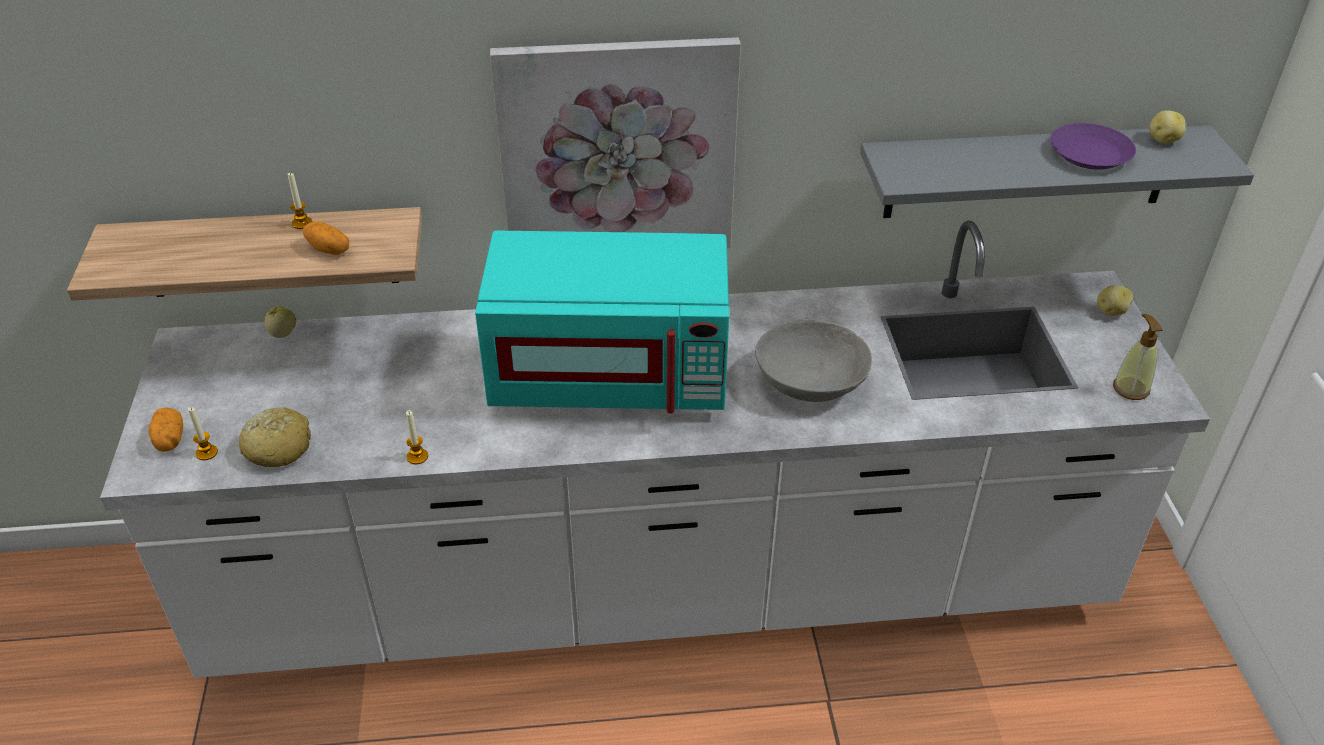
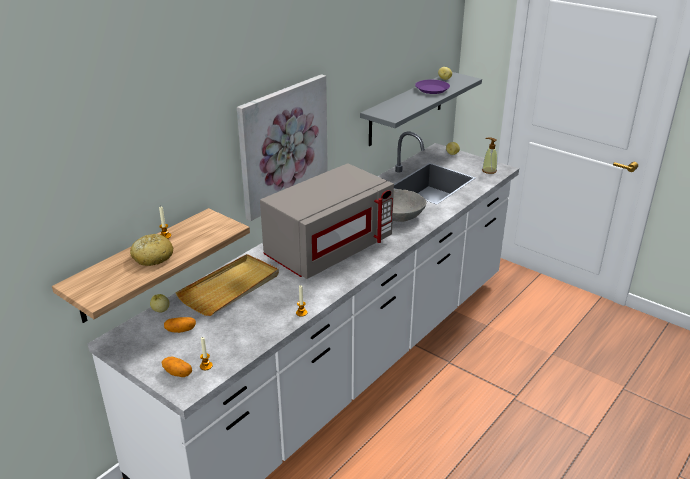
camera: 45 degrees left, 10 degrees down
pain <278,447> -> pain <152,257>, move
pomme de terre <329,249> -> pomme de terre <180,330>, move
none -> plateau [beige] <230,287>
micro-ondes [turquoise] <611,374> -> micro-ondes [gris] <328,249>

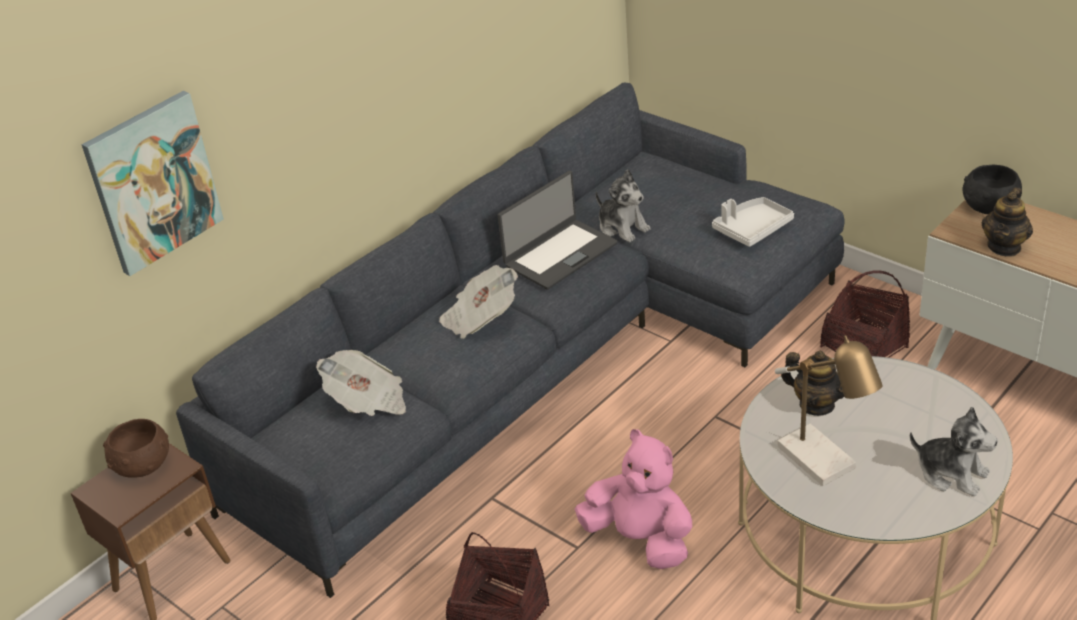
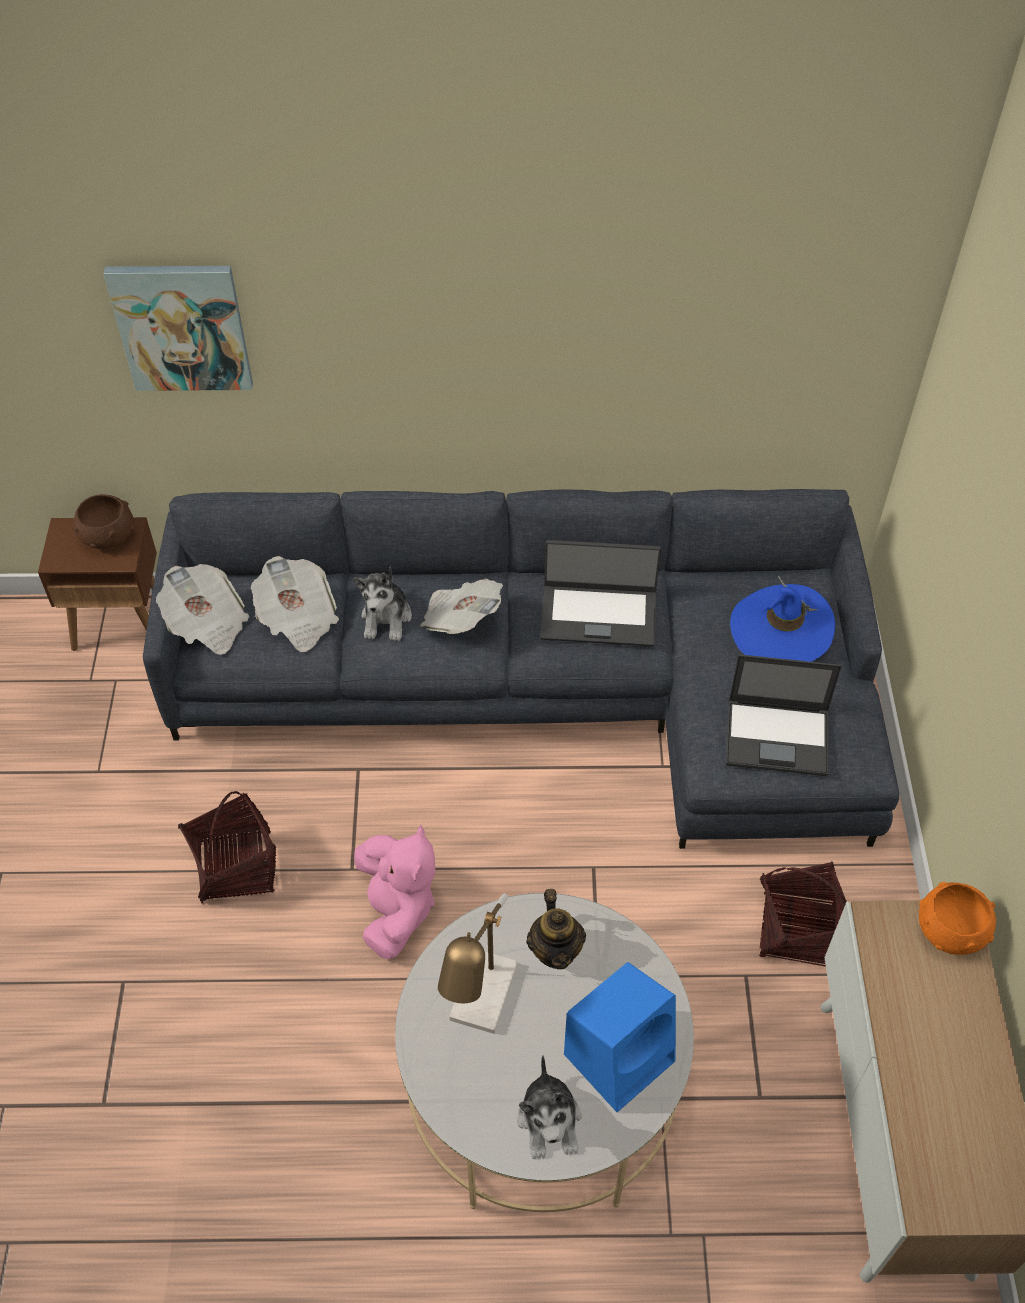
camera: 45 degrees right, 15 degrees up
none -> journal <207,623>
peluche <622,227> -> peluche <386,618>, move
none -> enceinte [bleu] <620,1055>
plateau [blanc] <752,229> -> ordinateur portable <778,737>
none -> chapeau [bleu] <781,629>
bol [noir] <988,207> -> bol [orange] <949,930>
théière <1004,247> -> none

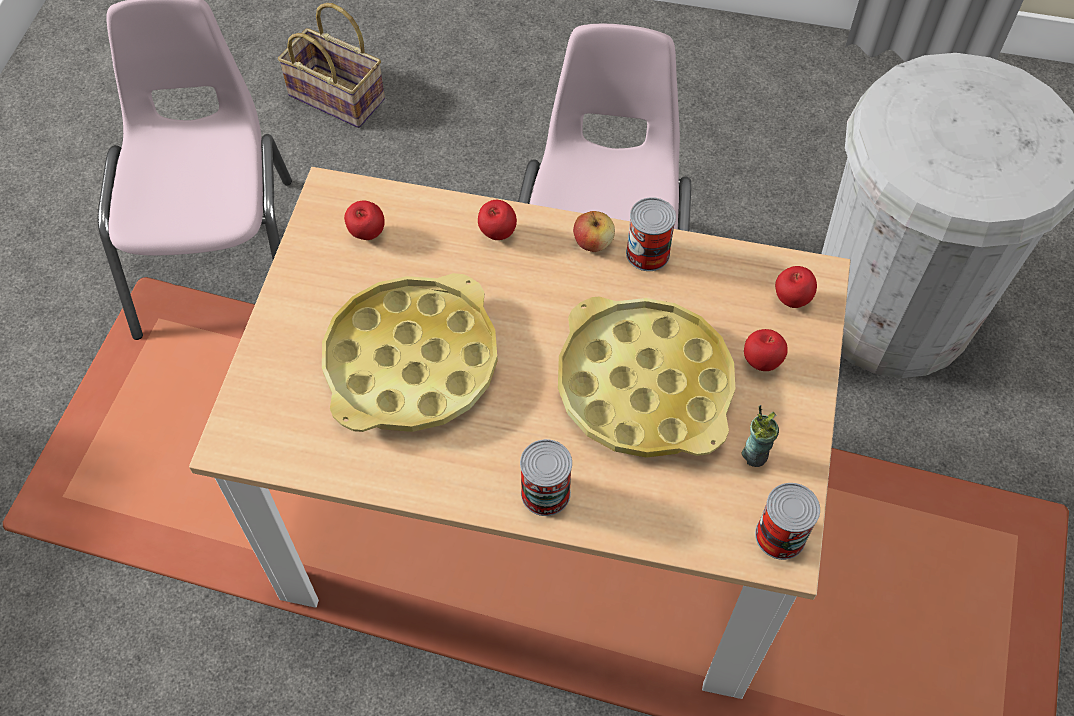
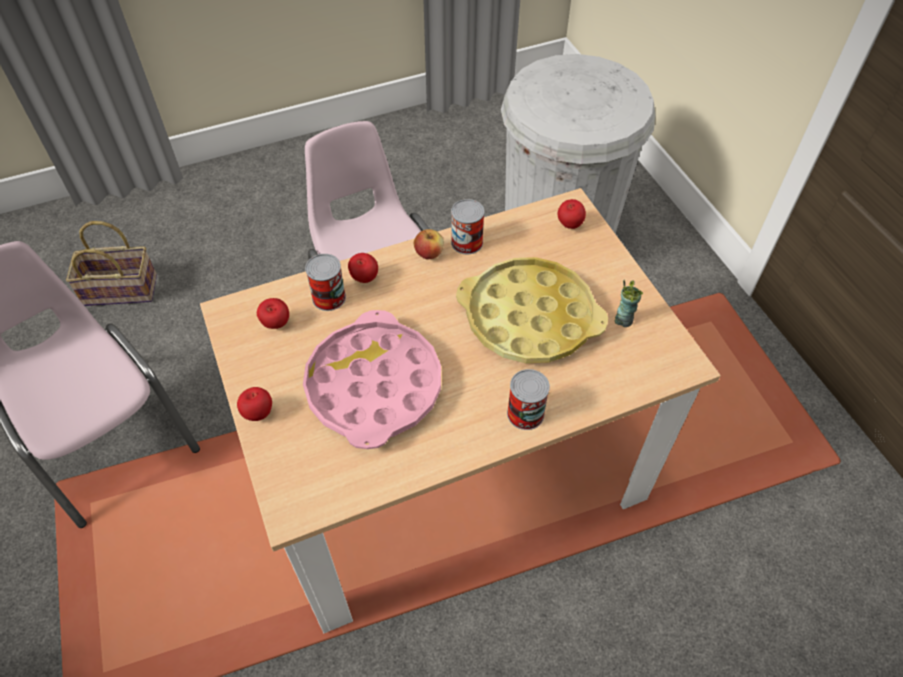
camera: 35 degrees left, 5 degrees down
pomme <761,362> -> pomme <258,413>, move
plateau [jaune] <411,362> -> plateau [rose] <373,386>
boîte métallique <780,535> -> boîte métallique <329,297>, move

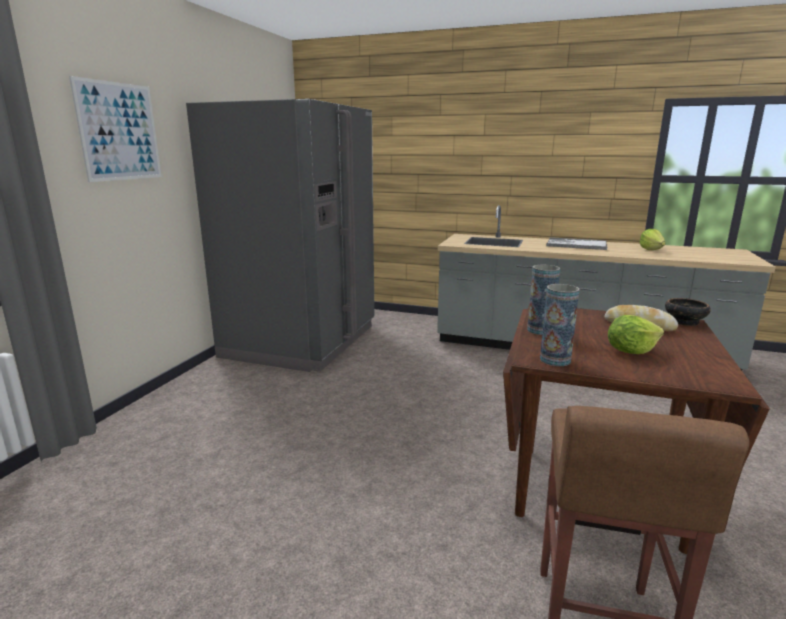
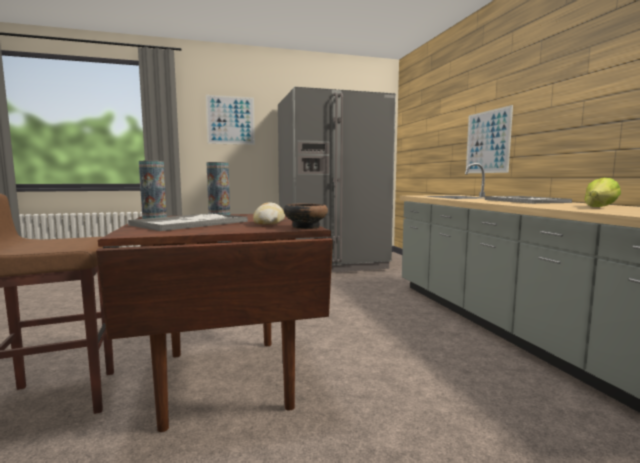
camera: 55 degrees right, 10 degrees down
laitue <630,351> -> plateau <191,223>
none -> tableau <487,142>

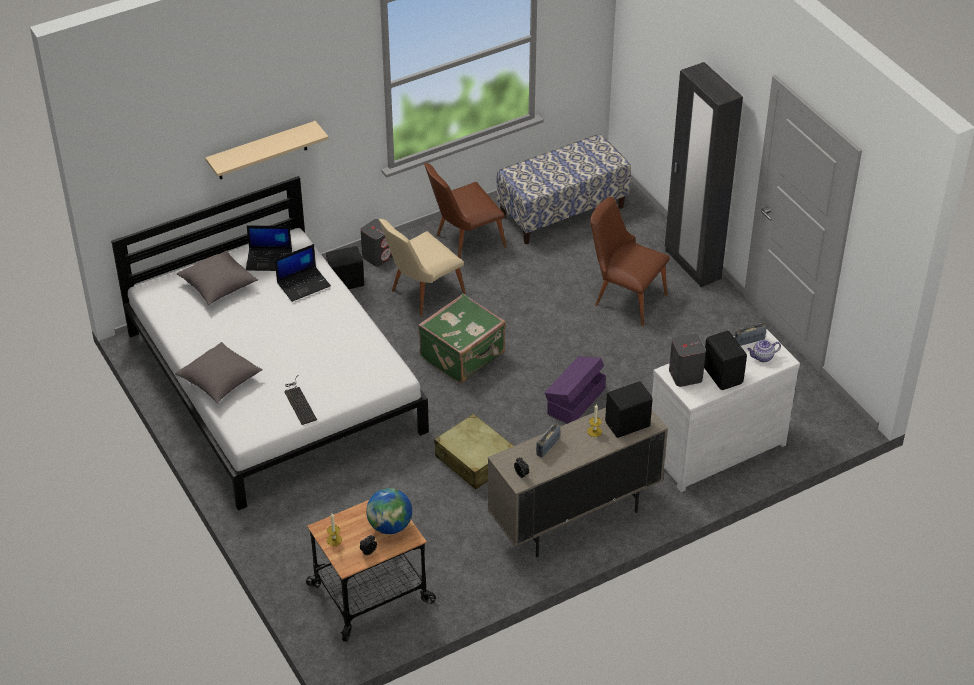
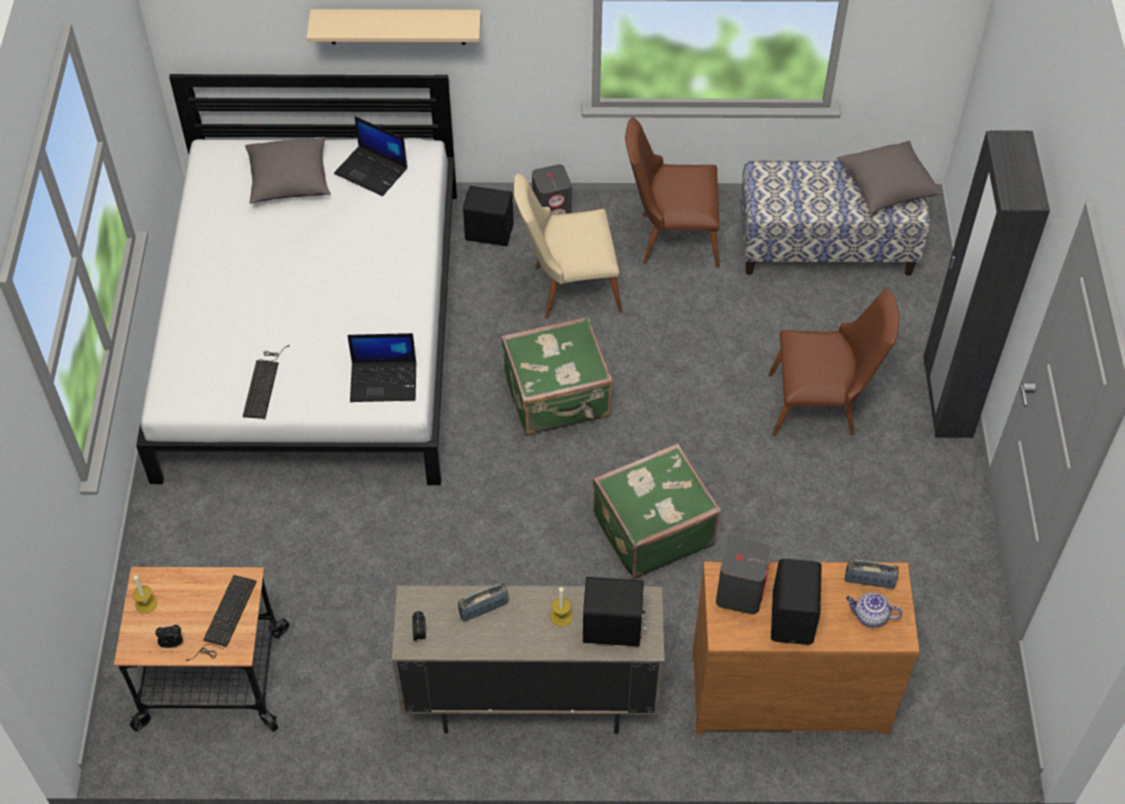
camera: 30 degrees right, 10 degrees up
globe <390,526> -> clavier <224,619>
ordinateur portable <304,284> -> ordinateur portable <384,381>, move
boîte de rangement [violet] <575,401> -> valise [vert] <651,529>
commode [blanc] <713,446> -> commode [marron] <787,686>
chaise [marron] <624,297> -> chaise [marron] <822,407>, 120 degrees clockwise
coussin [gris] <220,381> -> coussin [gris] <887,188>, move
valise [beige] <475,460> -> none

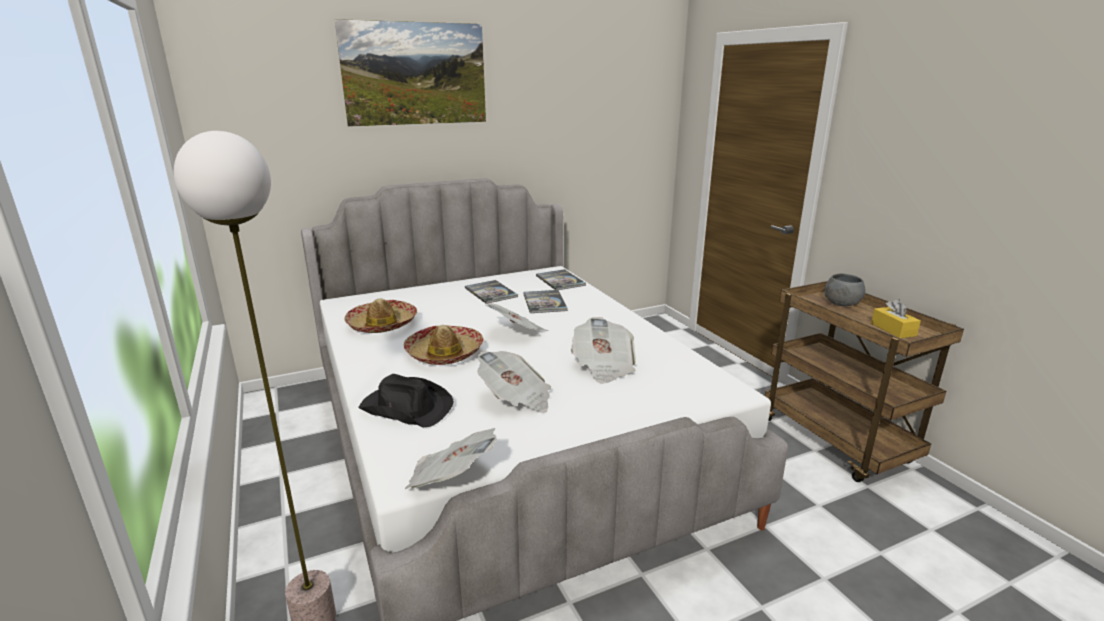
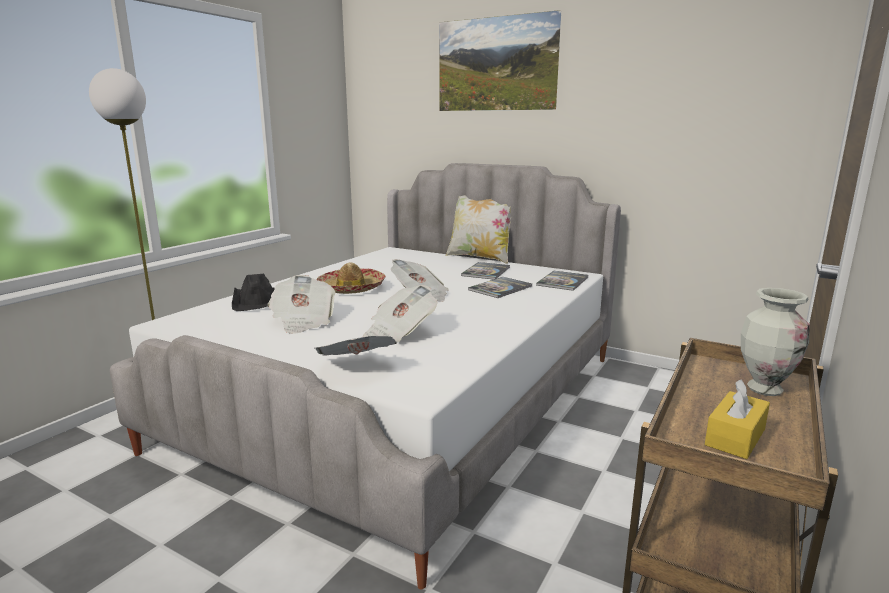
camera: 55 degrees right, 5 degrees down
journal <451,479> -> journal <357,367>, move
none -> coussin <480,257>
bol [gris] <841,304> -> vase <764,389>
chapeau <382,324> -> none

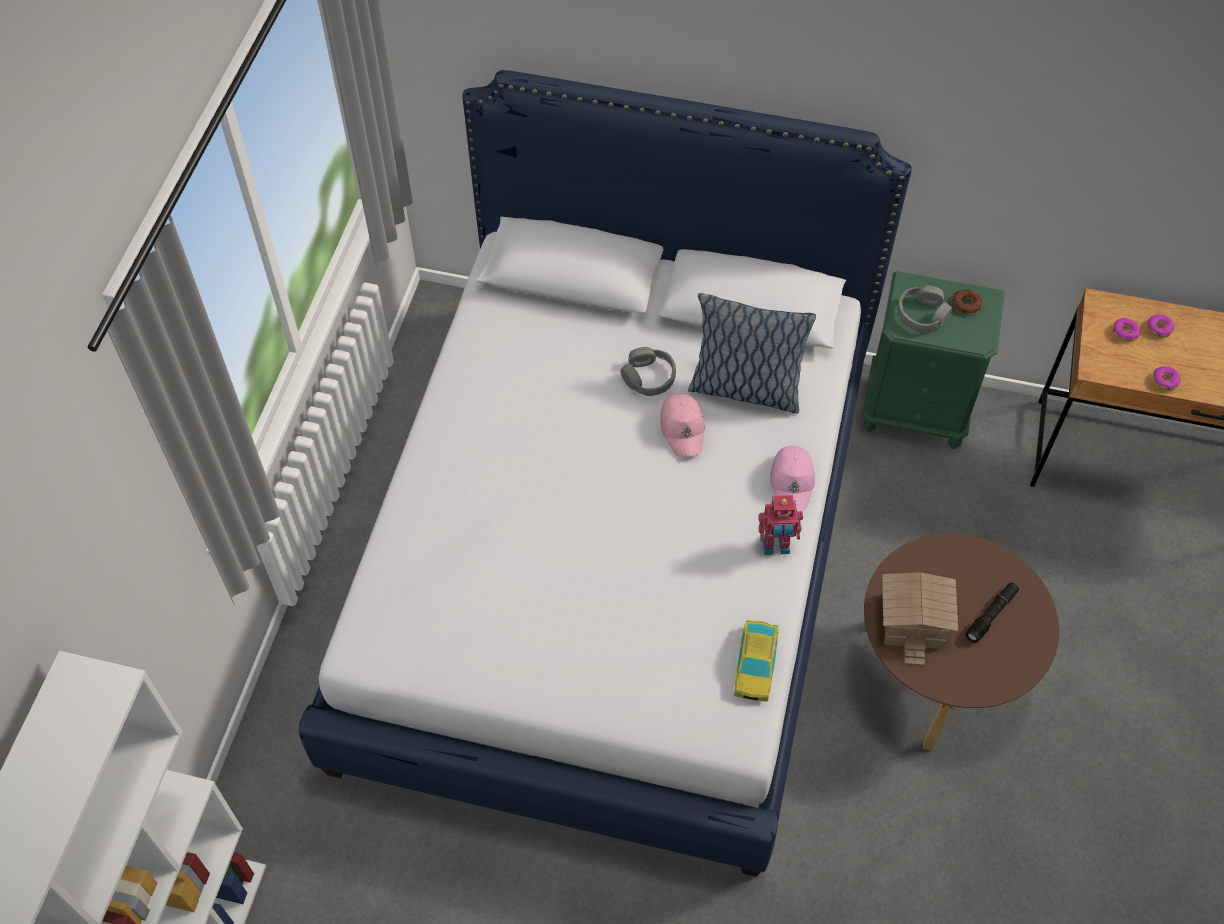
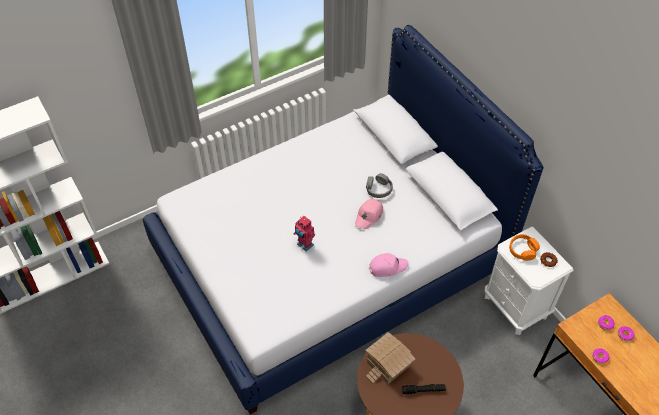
camera: 45 degrees right, 5 degrees down
robot jouet <776,546> -> robot jouet <304,245>, move
casquette [rose] <792,482> -> casquette [rose] <387,267>, 150 degrees counterclockwise
table de chevet [vert] <915,411> -> table de chevet [blanc] <515,307>
casque audio [gris] <922,314> -> casque audio [orange] <522,250>
coussin <744,389> -> none
petite voiture <756,664> -> none

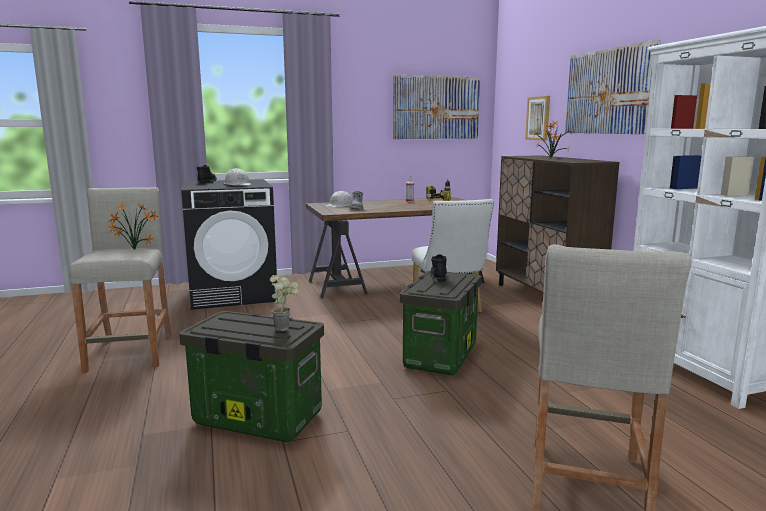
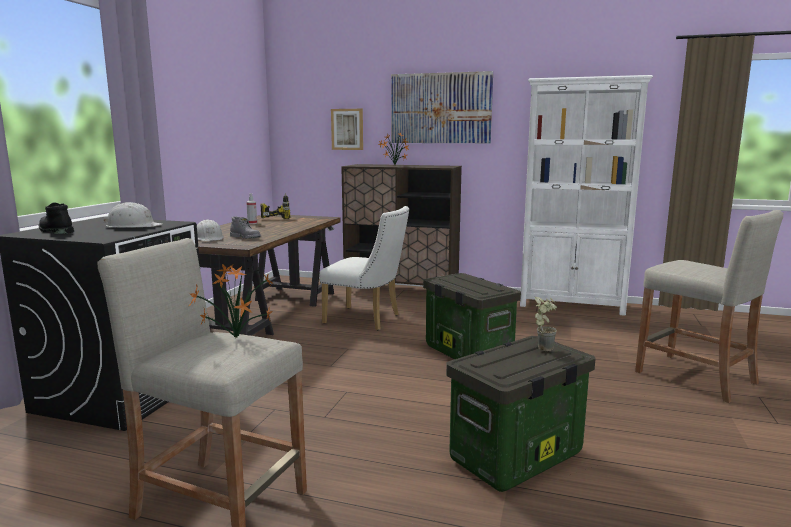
camera: 55 degrees left, 0 degrees up
tableau <436,107> -> none
botte [noir] <438,276> -> none

